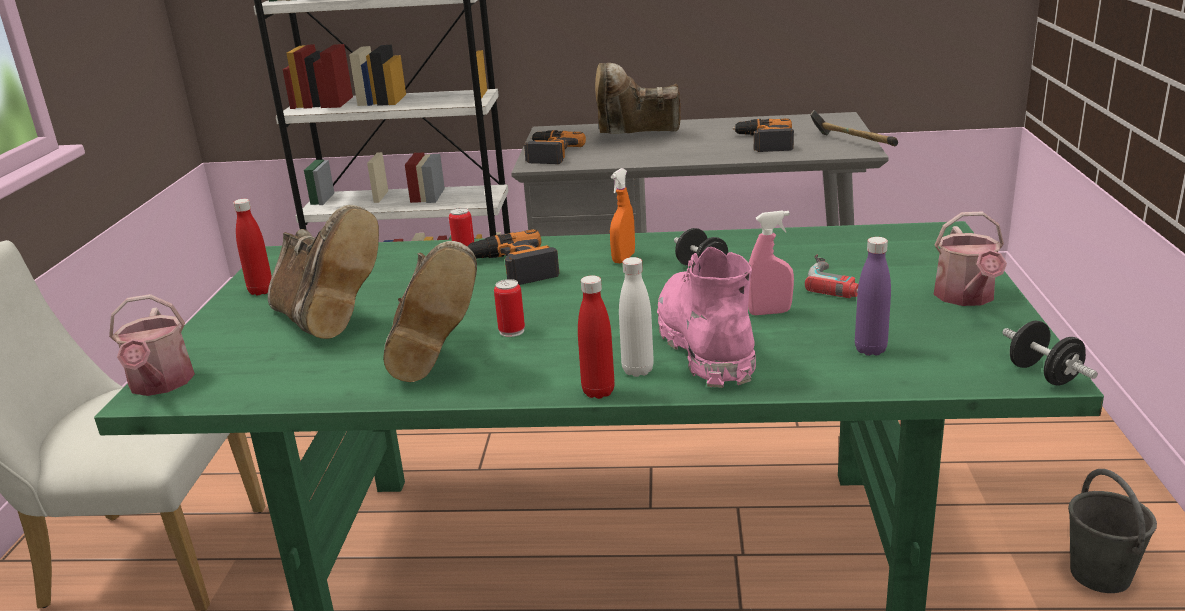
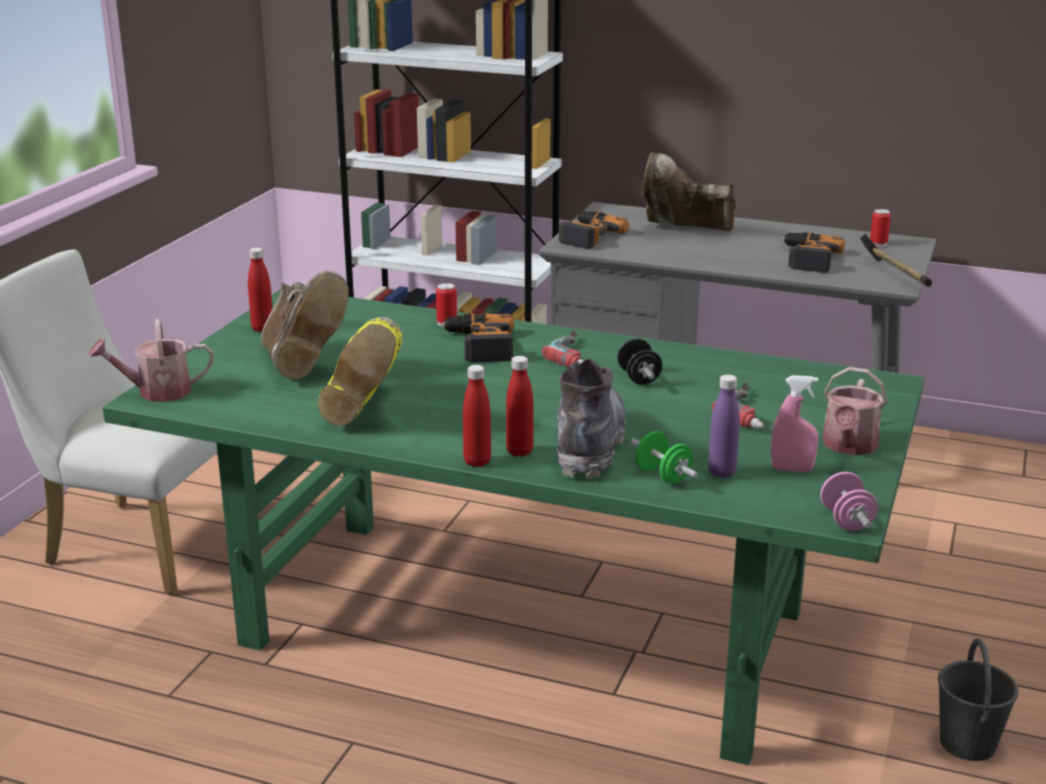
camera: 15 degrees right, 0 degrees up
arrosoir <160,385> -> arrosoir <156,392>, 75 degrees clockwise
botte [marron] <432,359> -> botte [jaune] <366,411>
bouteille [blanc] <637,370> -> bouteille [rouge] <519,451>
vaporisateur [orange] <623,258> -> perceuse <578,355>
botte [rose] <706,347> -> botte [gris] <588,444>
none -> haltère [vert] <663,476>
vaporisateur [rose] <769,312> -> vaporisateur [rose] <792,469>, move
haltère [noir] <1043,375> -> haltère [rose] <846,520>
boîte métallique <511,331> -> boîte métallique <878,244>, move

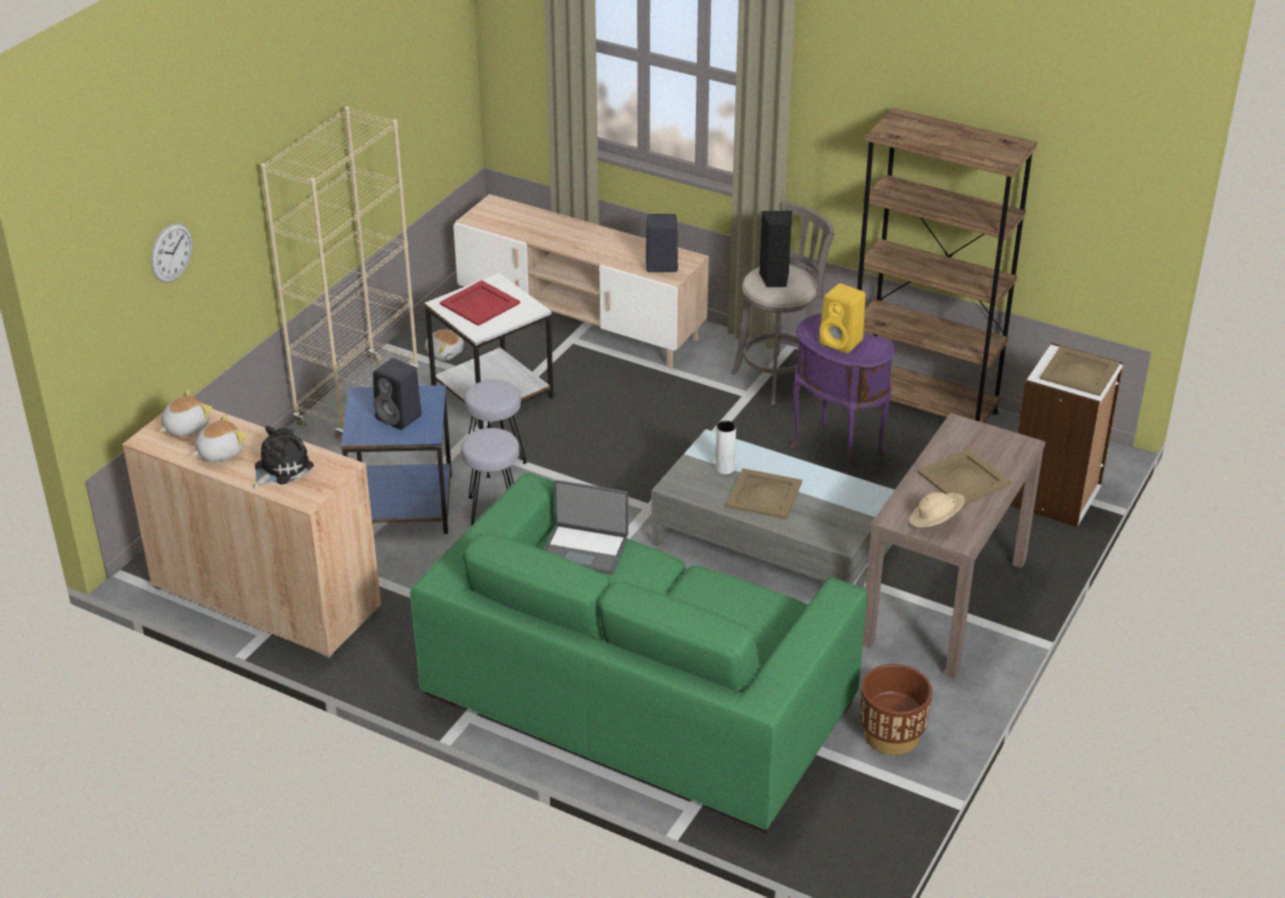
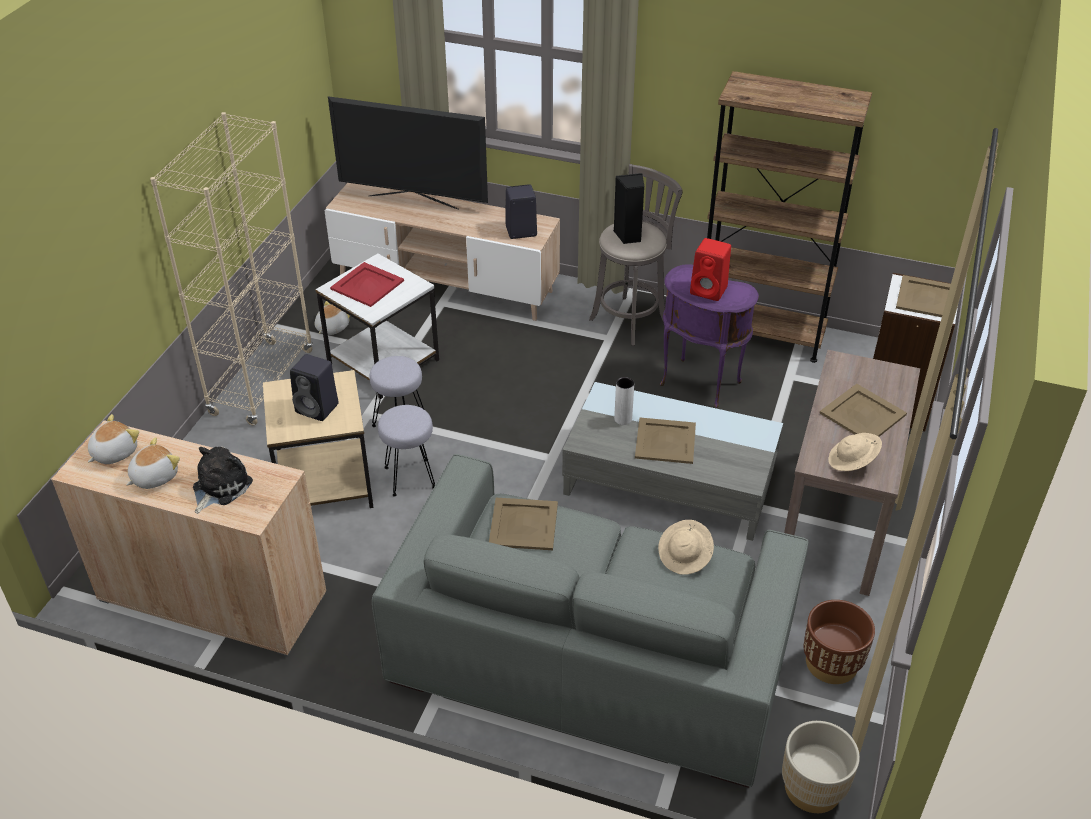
camera: 10 degrees left, 5 degrees up
table d'appoint [bleu] <401,504> -> table d'appoint [beige] <323,482>
peluche <444,353> -> peluche <331,328>, 90 degrees counterclockwise
none -> téléviseur <413,201>
canapé [vert] <638,697> -> canapé [gris] <591,656>
ordinateur portable <585,549> -> plateau [beige] <524,524>
none -> chapeau [beige] <685,556>
enceinte [jaune] <842,342> -> enceinte [rouge] <710,290>
none -> cache-pot [beige] <812,788>
horloge murale <171,252> -> none

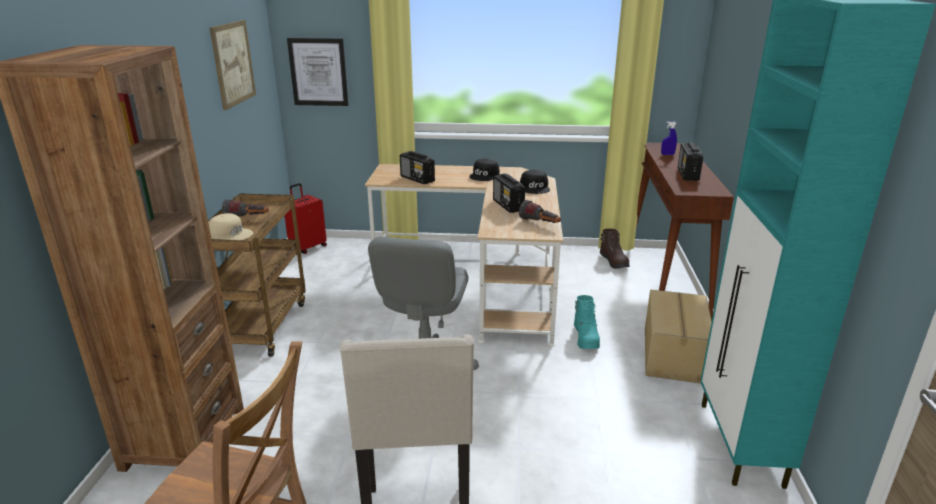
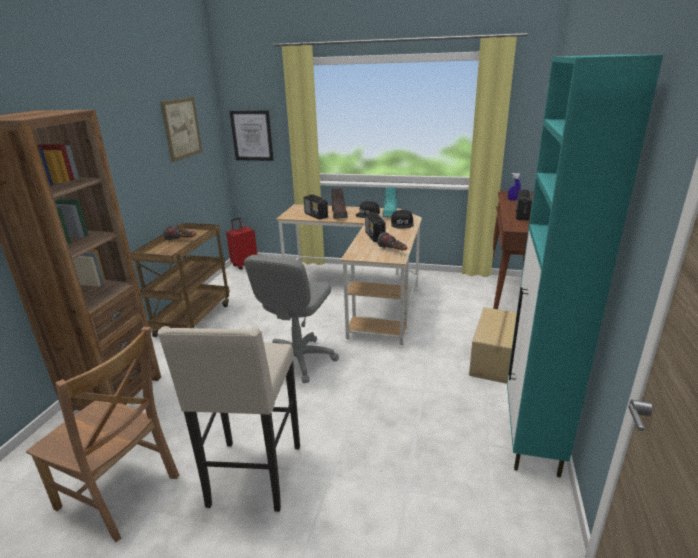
camera: 10 degrees right, 0 degrees up
botte [marron] <614,262> -> botte [marron] <339,215>, move
botte [turquoise] <586,338> -> botte [turquoise] <390,214>, move
casquette [beige] <230,234> -> none

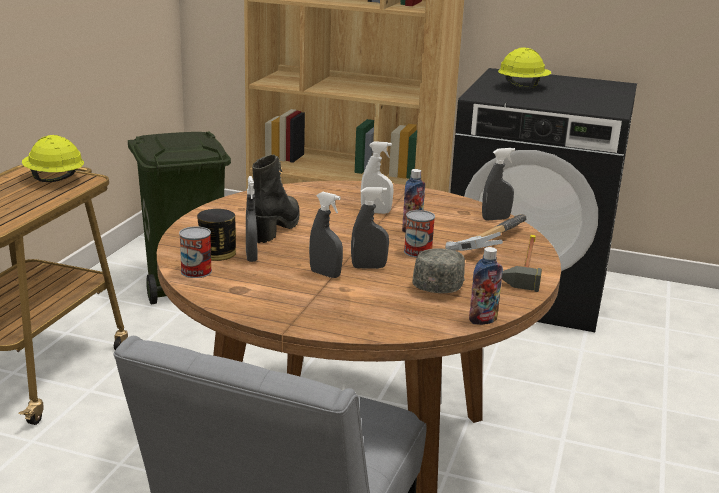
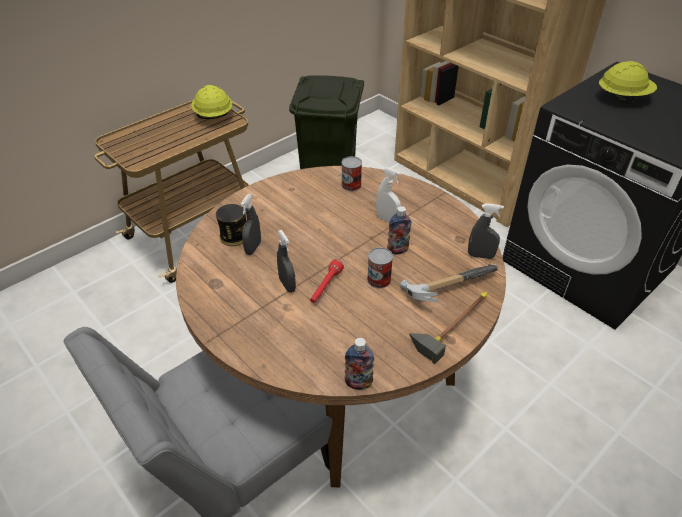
camera: 30 degrees right, 20 degrees up
vaporisateur [gris] <368,267> -> lampe de poche [rouge] <325,287>
boîte métallique <196,271> -> boîte métallique <351,185>, move
botte [noir] <276,227> -> none
casquette [gris] <440,284> -> none

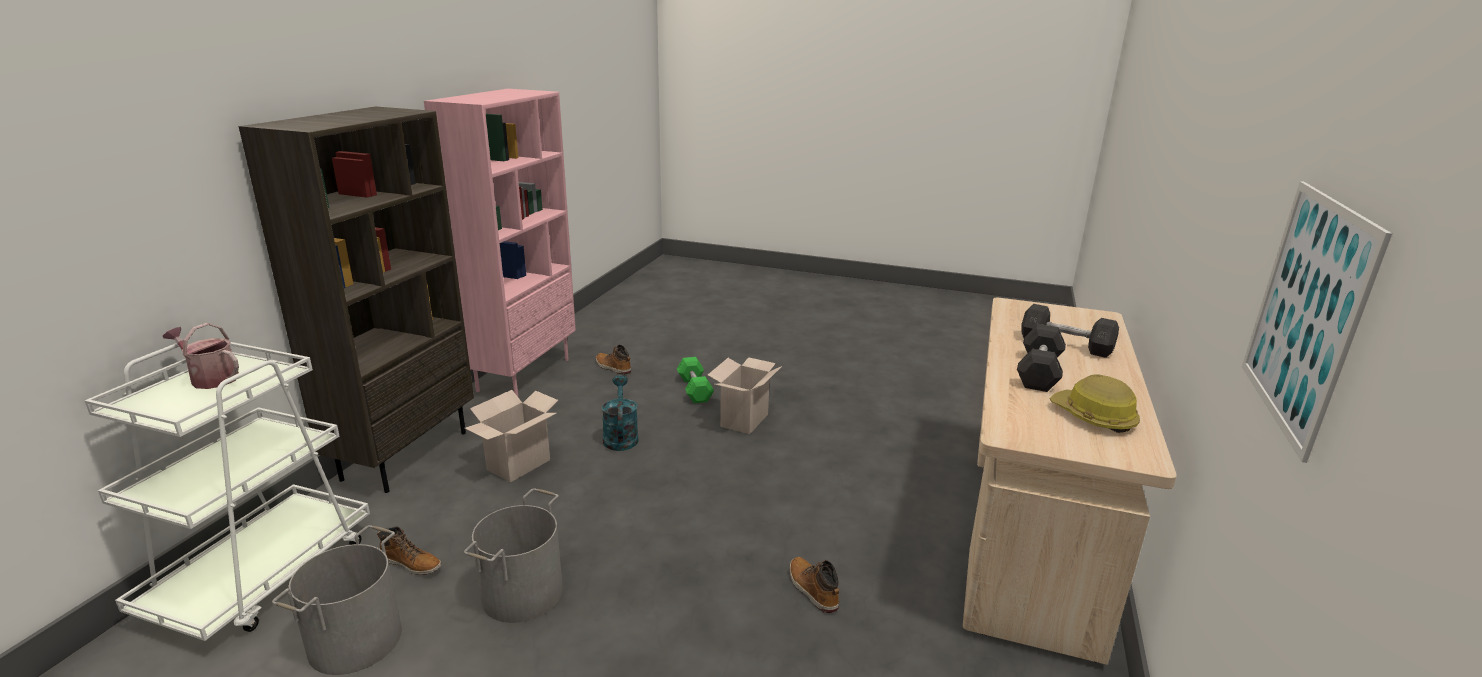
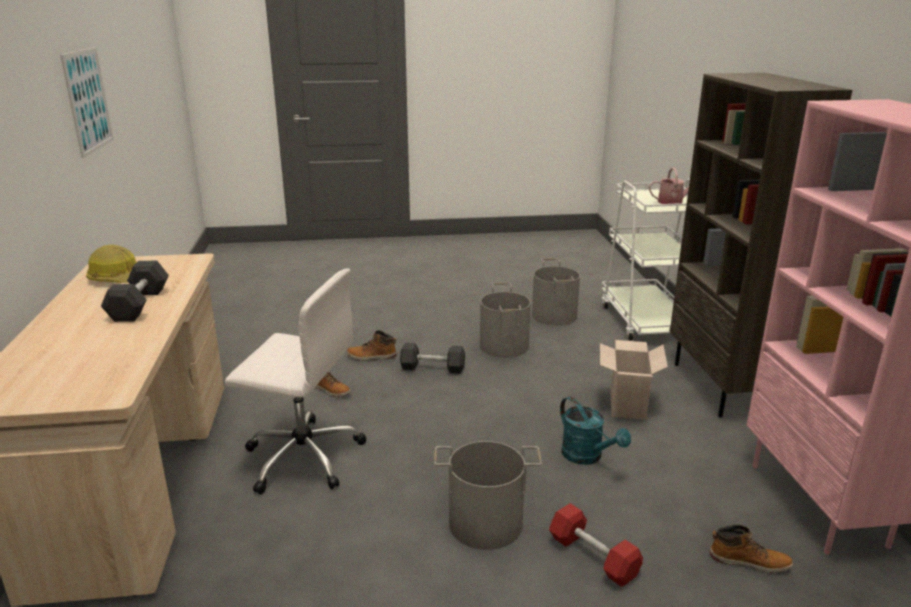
camera: 155 degrees right, 0 degrees up
none -> chaise de bureau [blanc] <302,456>
botte <412,563> -> botte <371,356>, move
haltère [gris] <1065,344> -> haltère [gris] <432,368>, move
carton <743,419> -> seau [gris] <485,524>
haltère [vert] <694,389> -> haltère [rouge] <593,557>

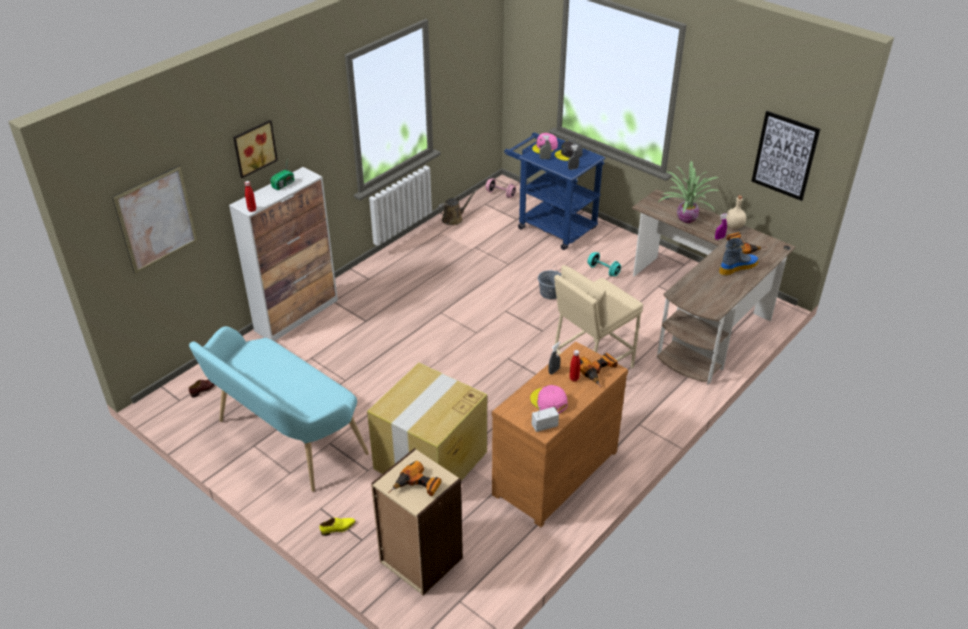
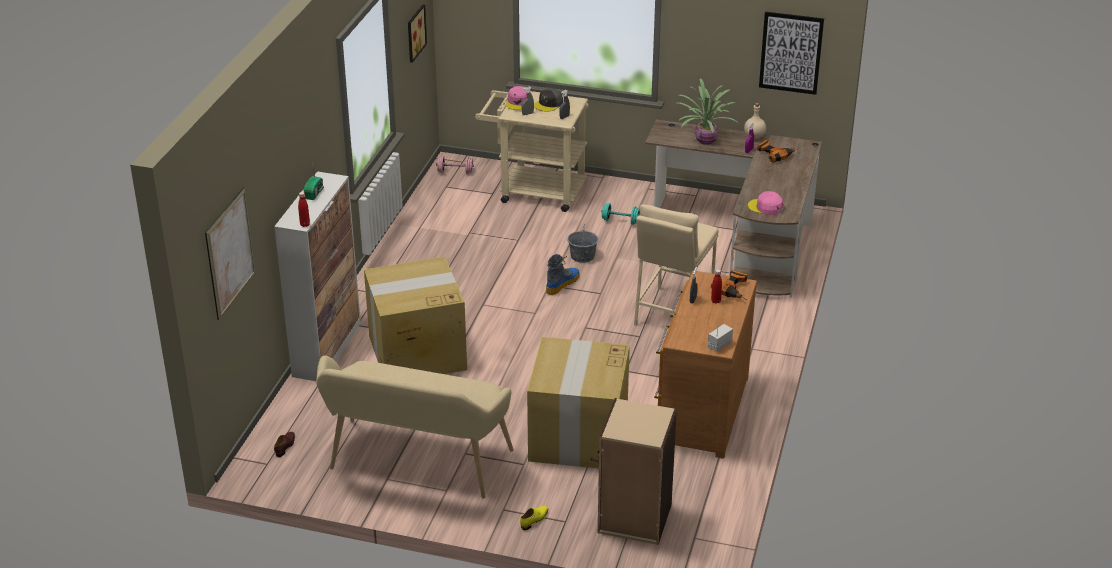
camera: 25 degrees left, 5 degrees down
banc [turquoise] <285,440> -> banc [beige] <416,464>
none -> carton <416,353>
tableau <253,147> -> tableau <414,33>, move
chariot [bleu] <551,225> -> chariot [beige] <534,191>
botte <738,267> -> botte <562,284>, move
casquette [rose] <548,402> -> casquette [rose] <765,207>, move
perceuse <417,487> -> none
arrosoir [marron] <454,219> -> none

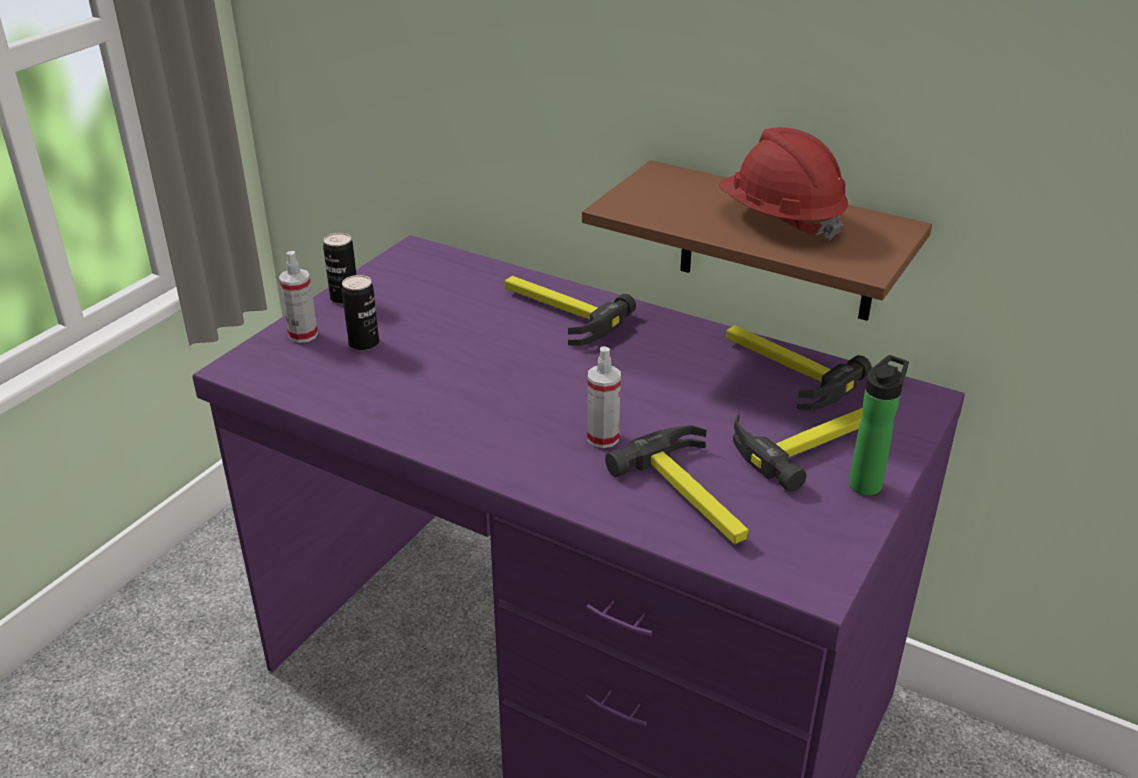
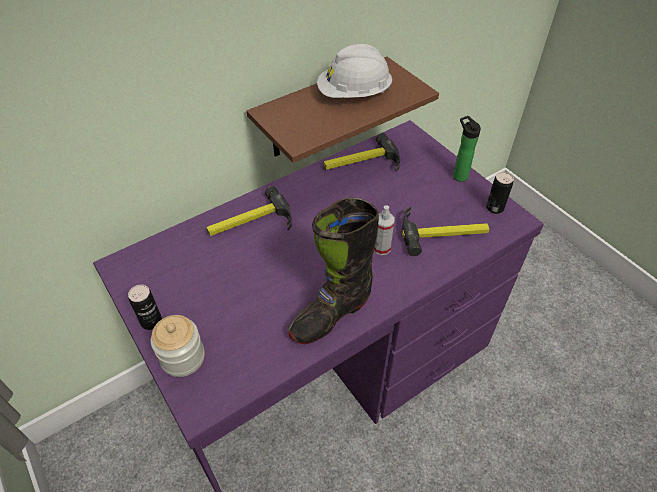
camera: 65 degrees left, 15 degrees up
vaporisateur <303,335> -> bocal <183,358>
none -> botte [noir] <331,314>
casque de chantier [rouge] <780,219> -> casque de chantier [blanc] <354,94>
boîte métallique <364,343> -> boîte métallique <494,208>, move
marteau <811,441> -> none

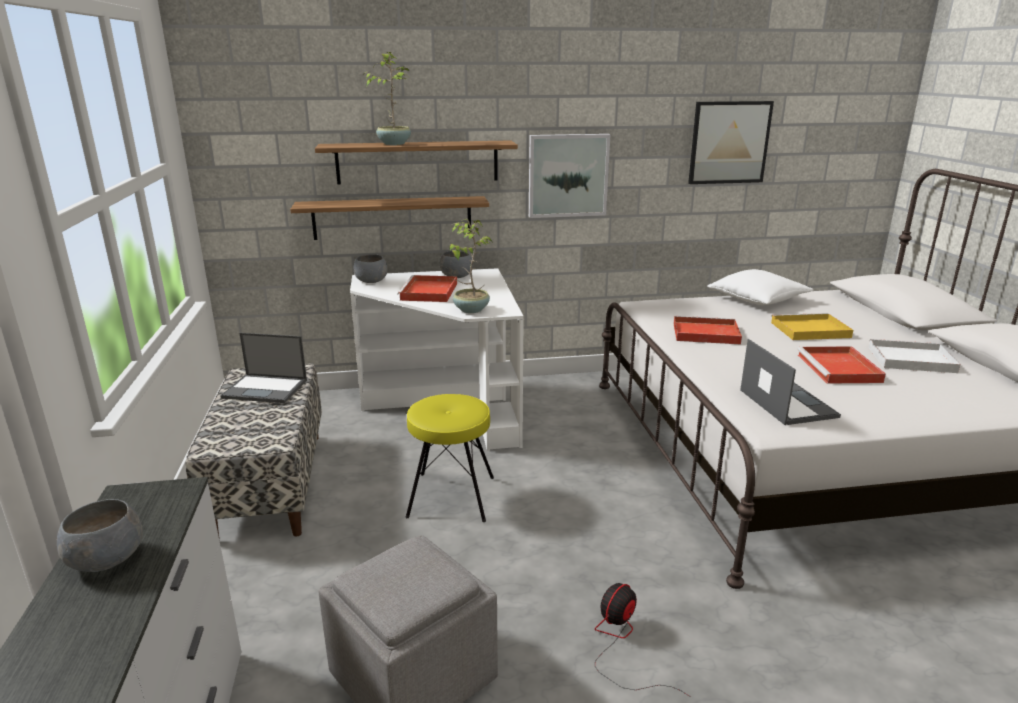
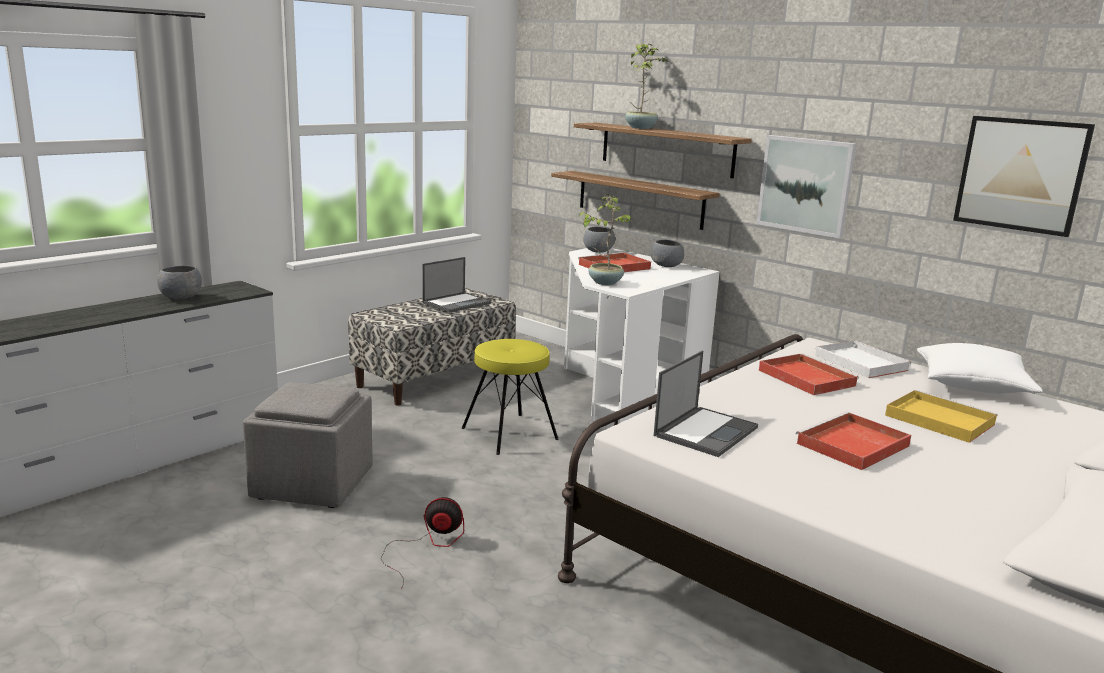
camera: 50 degrees right, 5 degrees down
ordinateur portable <266,389> -> ordinateur portable <457,303>, 105 degrees counterclockwise
plateau [blanc] <909,359> -> plateau [blanc] <859,362>, move

